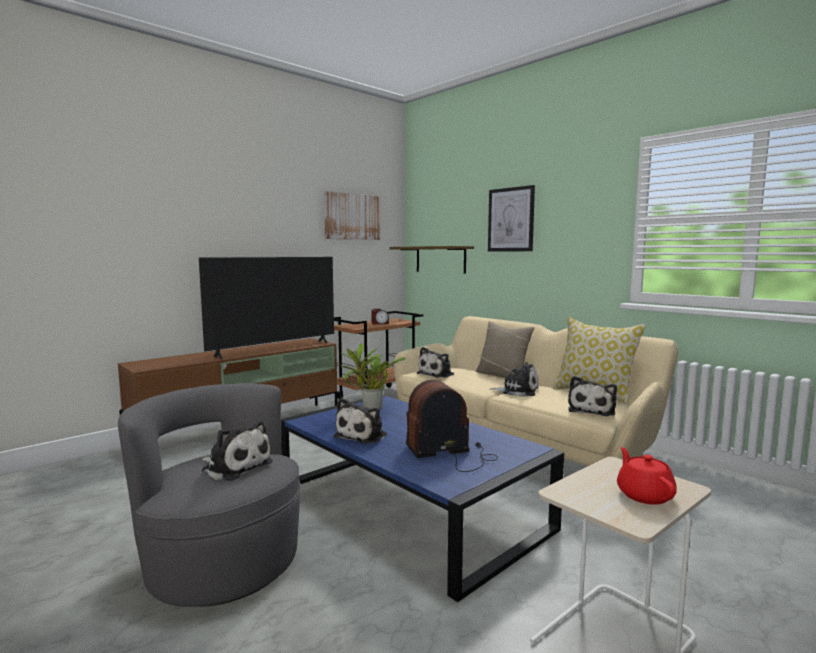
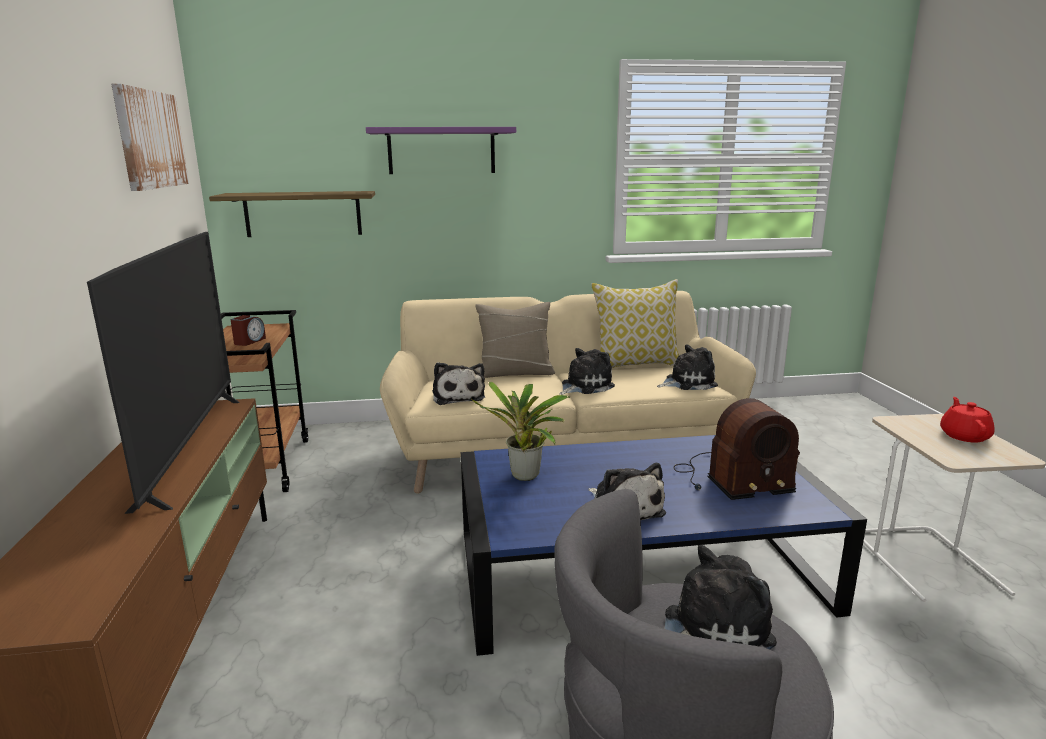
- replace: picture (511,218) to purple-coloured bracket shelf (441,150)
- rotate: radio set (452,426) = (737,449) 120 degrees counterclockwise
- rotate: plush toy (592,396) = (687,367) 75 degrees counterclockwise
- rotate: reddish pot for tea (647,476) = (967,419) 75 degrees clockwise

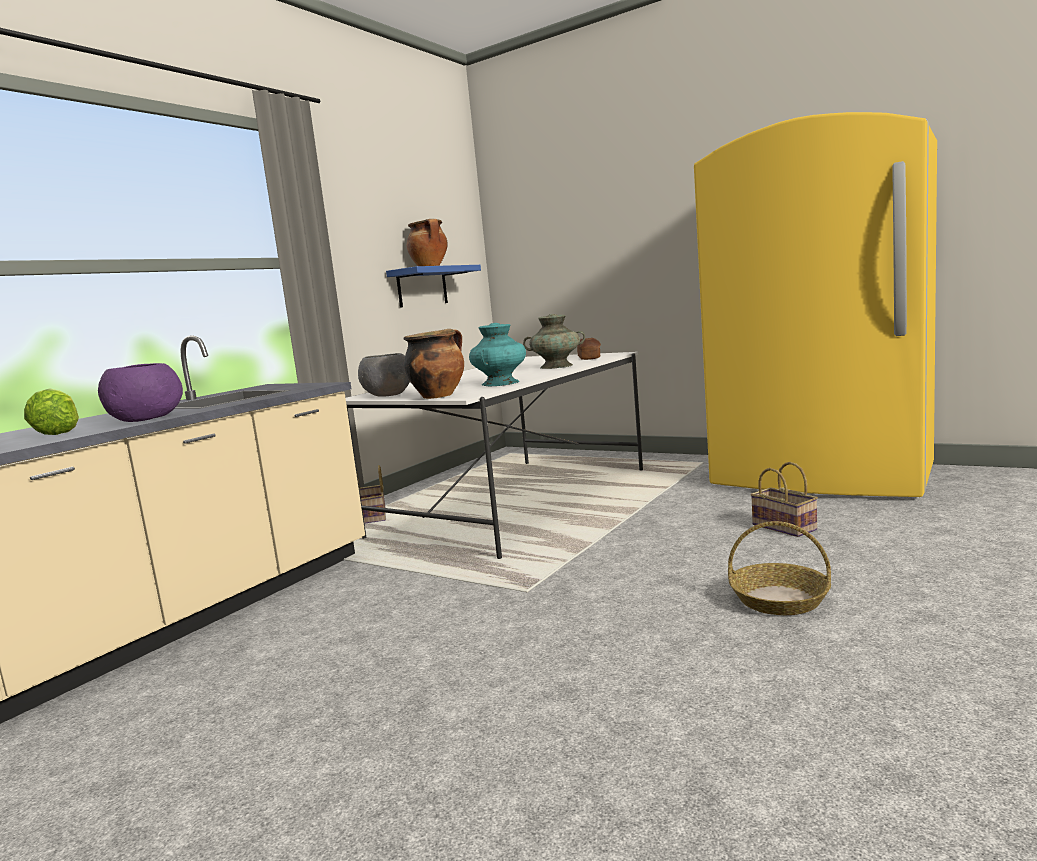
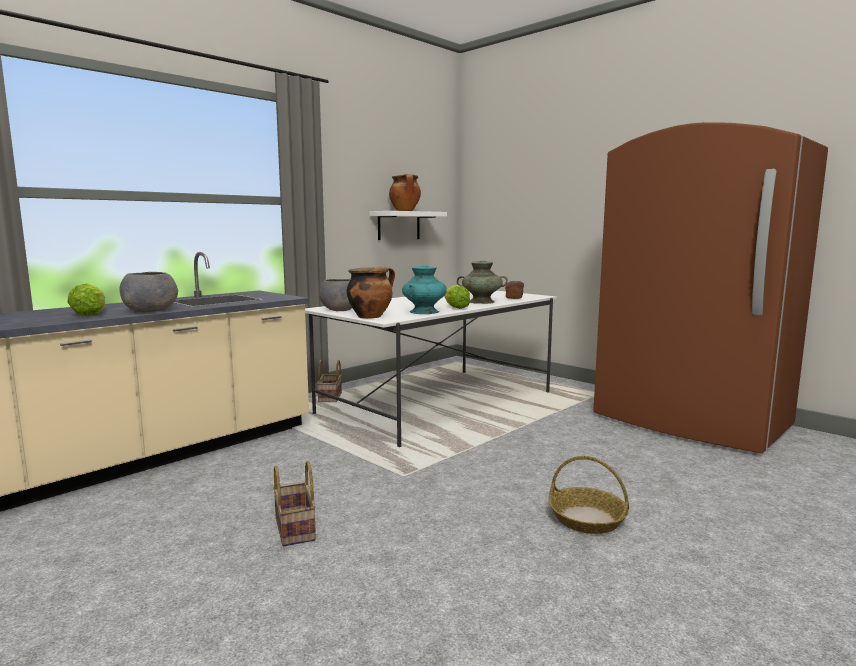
- insert: lettuce head (457,297)
- move: household basket (784,499) to (294,503)
- recolor: purple-coloured bowl (140,392) to greyish bowl (148,292)
- recolor: blue bracket shelf (433,286) to whitish bracket shelf (408,225)
- recolor: yellow kitchen fridge (815,304) to brownish kitchen fridge (710,287)

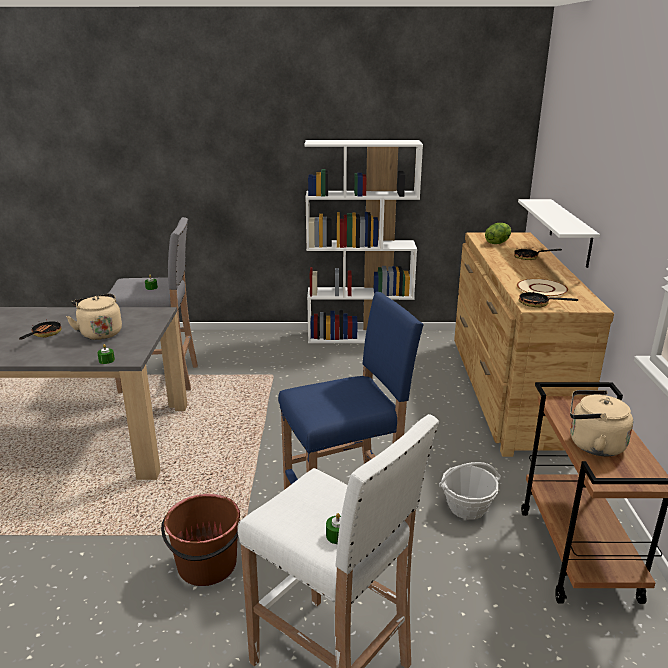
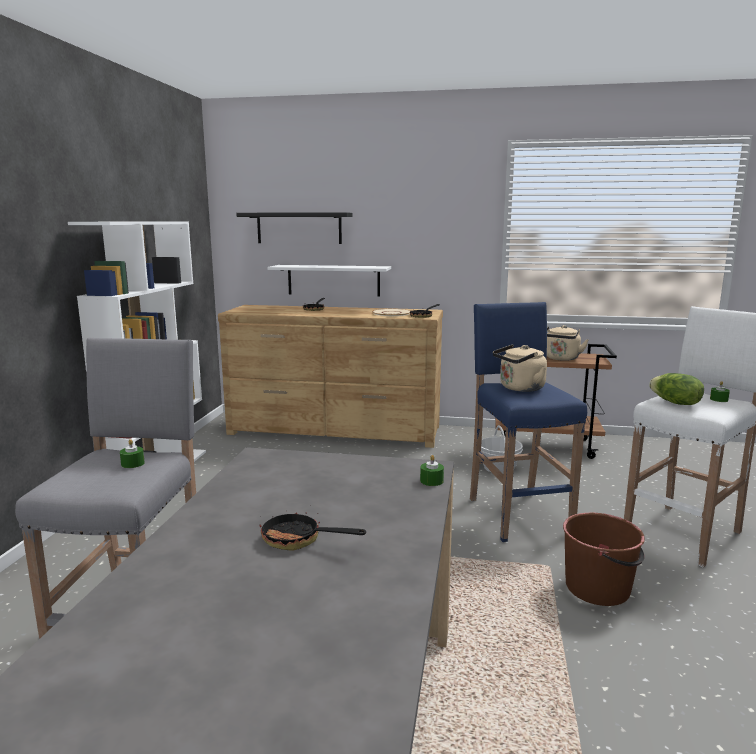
- insert: black-coloured bracket shelf (294,228)
- move: sand-coloured tea kettle (94,316) to (520,368)
- move: lettuce head (498,233) to (676,389)

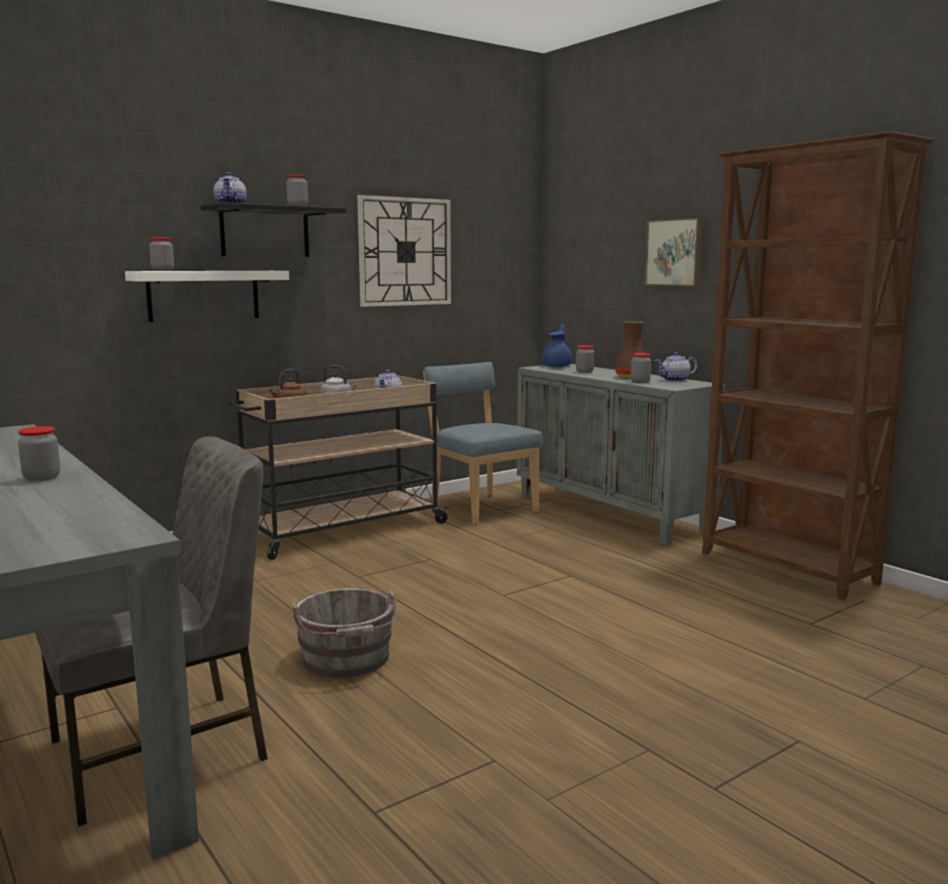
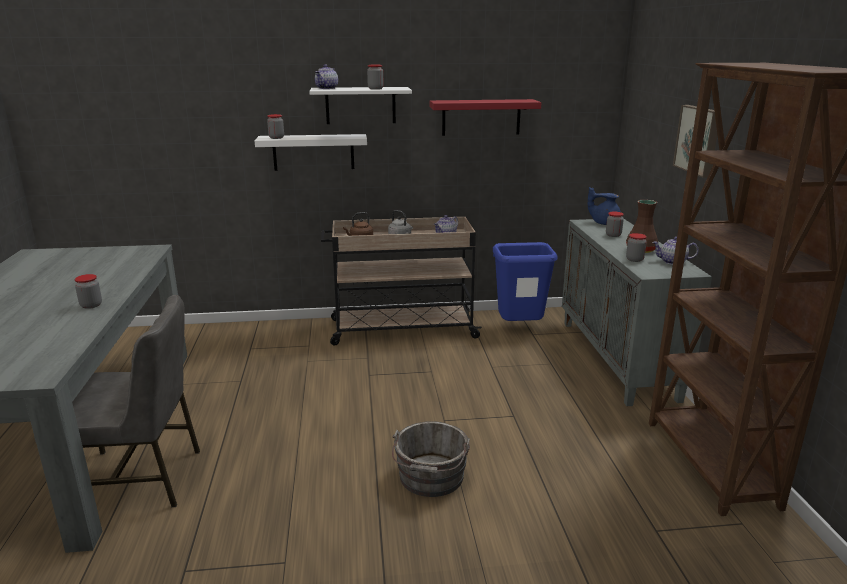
- move: greyish pail (344,633) to (431,459)
- replace: wall clock (404,251) to reddish bracket shelf (486,117)
- replace: blue plain chair (483,443) to blue trash can (525,281)
- recolor: black-coloured bracket shelf (273,230) to whitish bracket shelf (360,105)
- rotate: blue pot for tea (557,345) = (604,206) 120 degrees counterclockwise

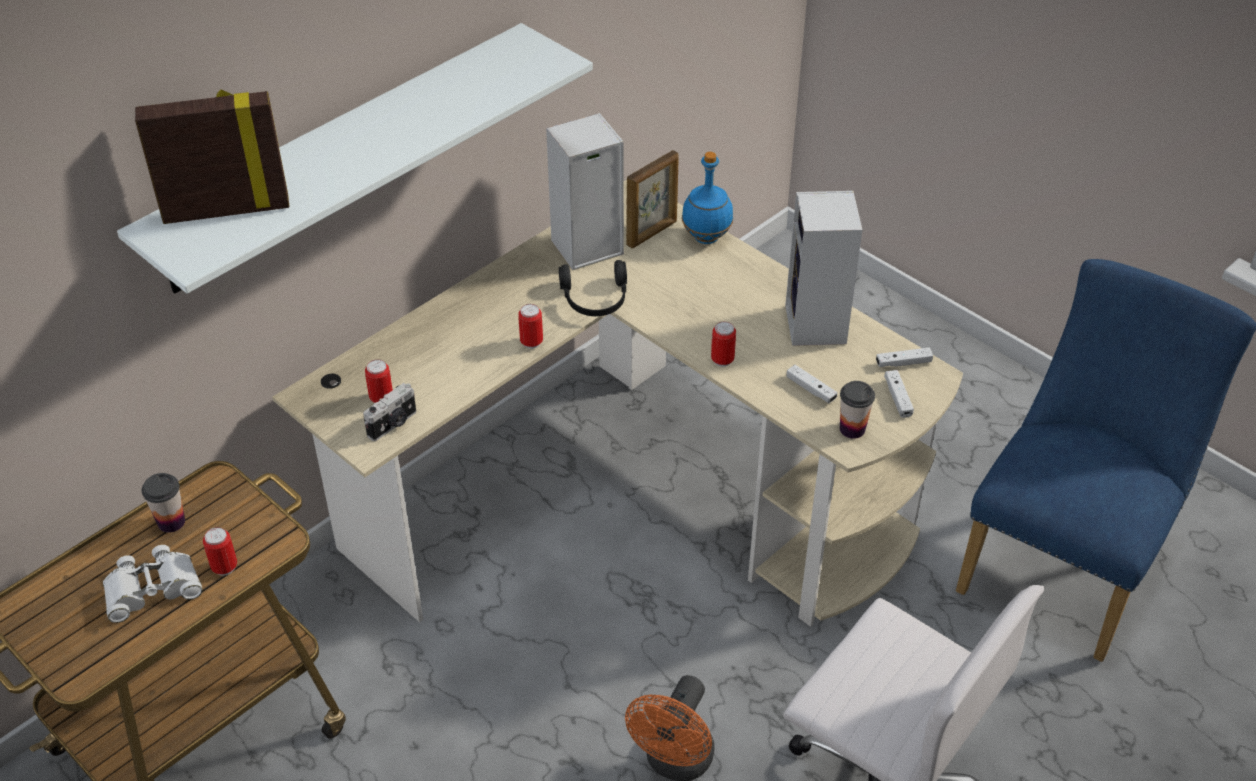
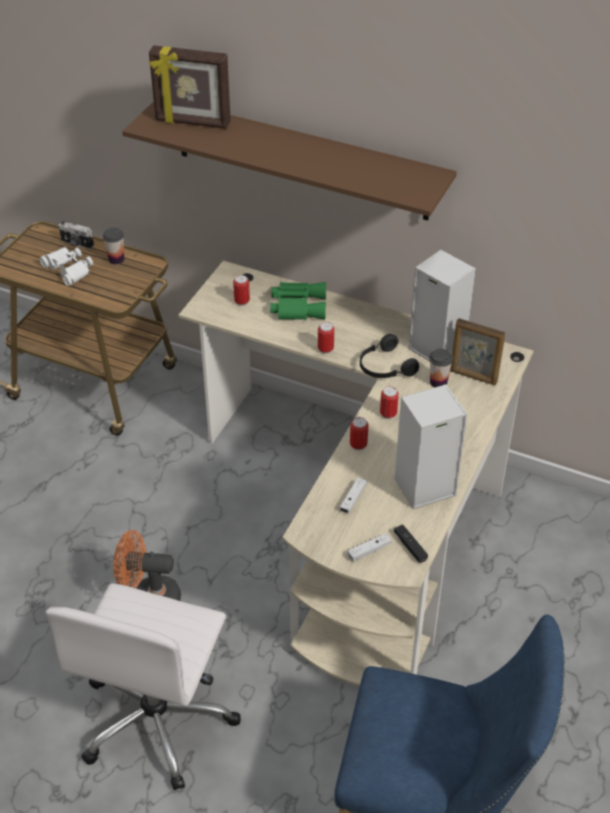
- delete: blue drink bottle (707,198)
- insert: greenish binoculars (298,301)
- move: sealed can (220,551) to (389,402)
- move: photo camera (389,412) to (76,235)
- move: small cup (857,410) to (441,368)
- recolor: whitish bracket shelf (355,158) to brownish bracket shelf (289,161)
- recolor: whitish gamepad (904,357) to black-coloured gamepad (411,544)
- rotate: standing frame (212,157) = (190,87) 135 degrees clockwise

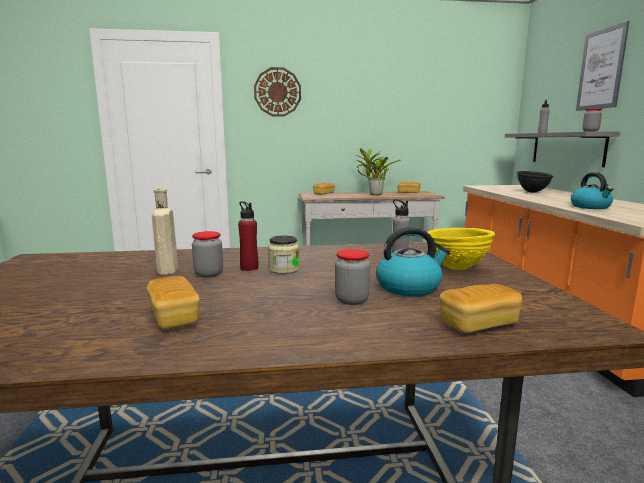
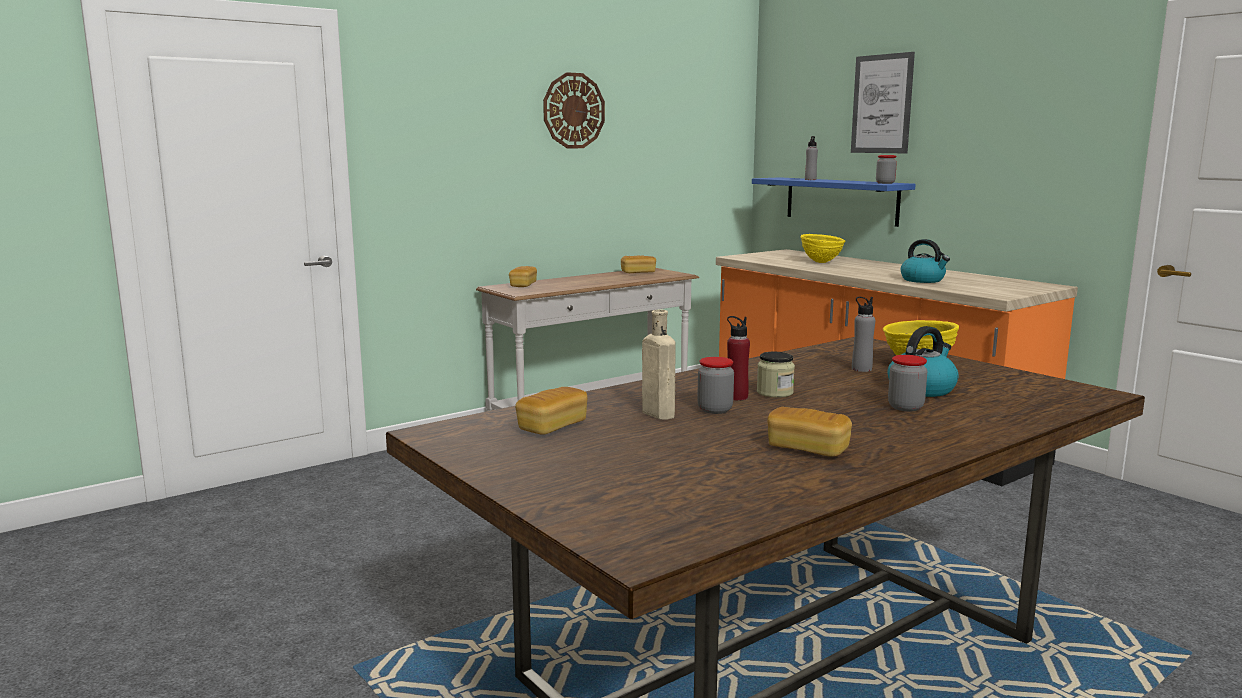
- delete: potted plant (378,171)
- move: wall clock (277,92) to (574,110)
- move: bakery bread (480,308) to (551,411)
- recolor: greyish bracket shelf (562,149) to blue bracket shelf (834,202)
- recolor: black-coloured bowl (535,182) to yellow bowl (823,248)

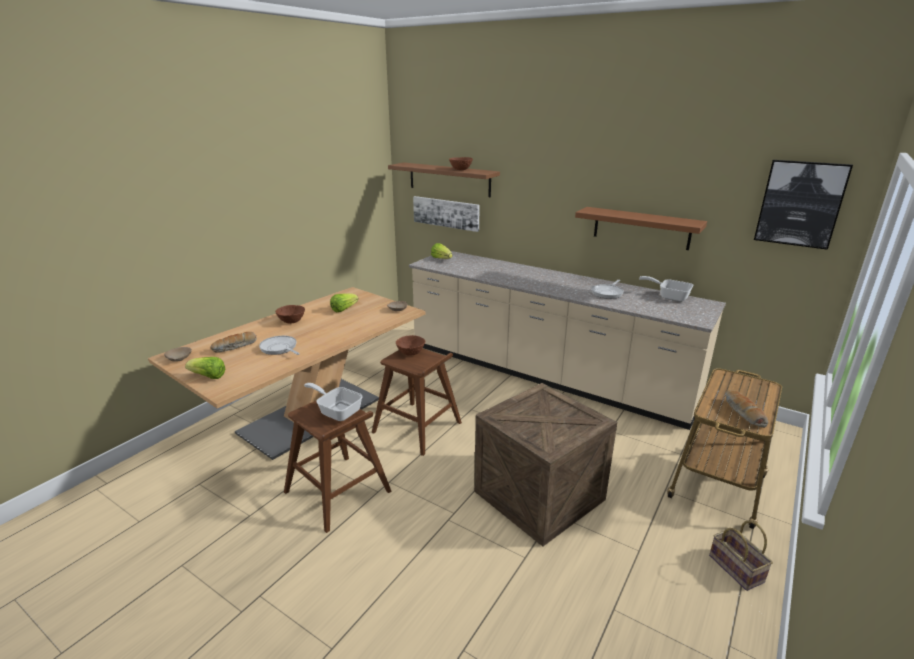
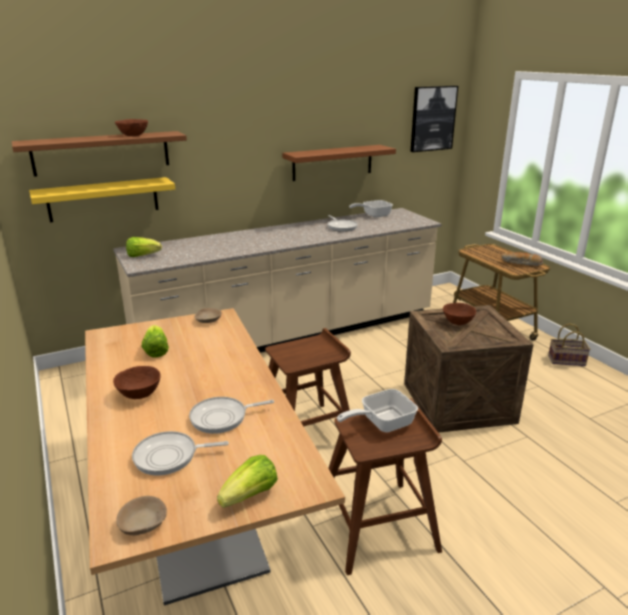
- move: brownish bowl (410,345) to (459,314)
- replace: bakery bread (233,342) to skillet (180,453)
- replace: picture (446,214) to yellow bracket shelf (102,199)

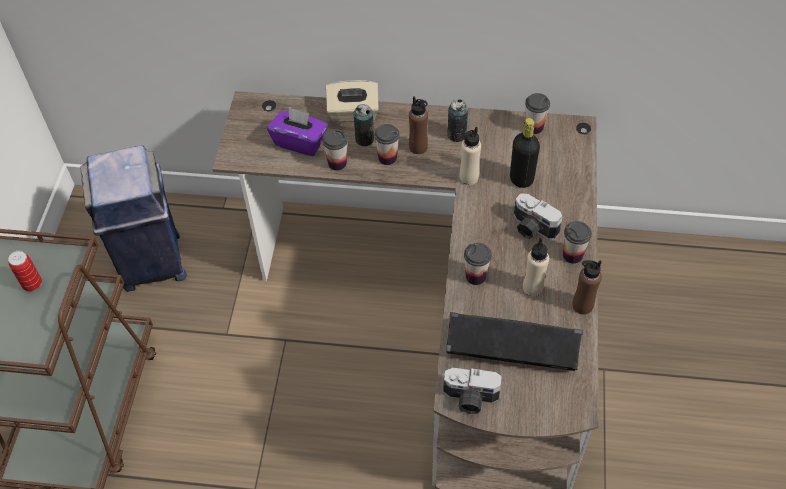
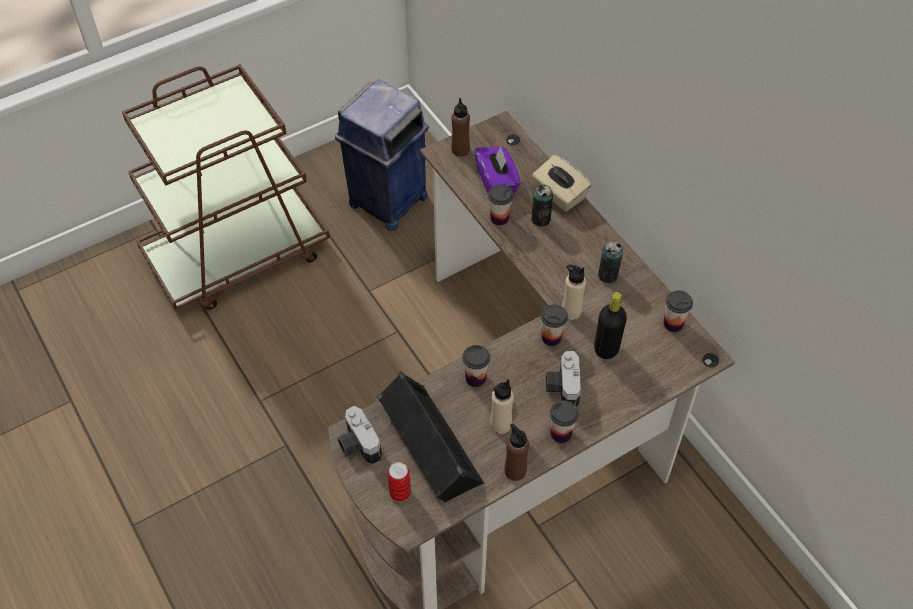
- move: sealed can (25,271) to (399,482)
- move: small cup (386,144) to (554,325)
- move: brownish drink bottle (418,125) to (460,127)

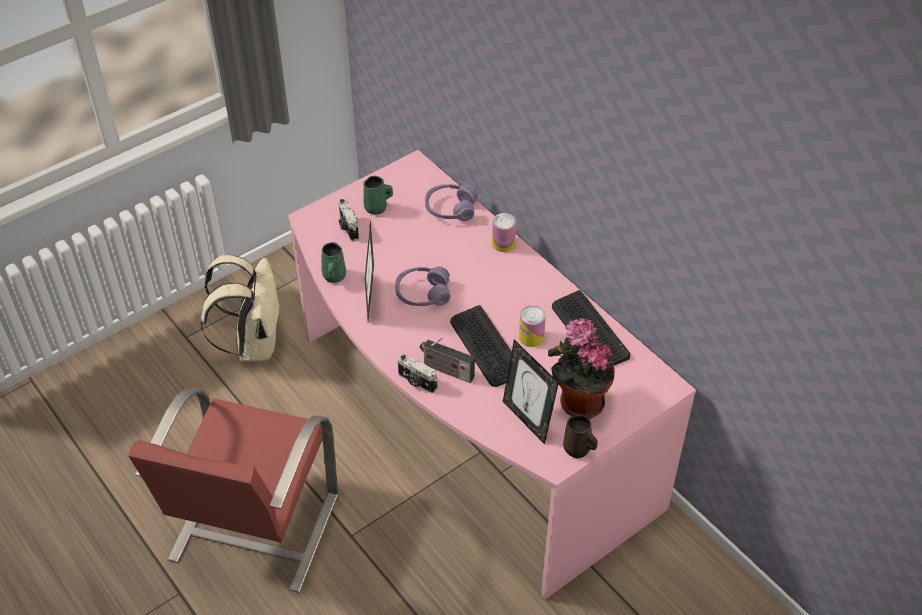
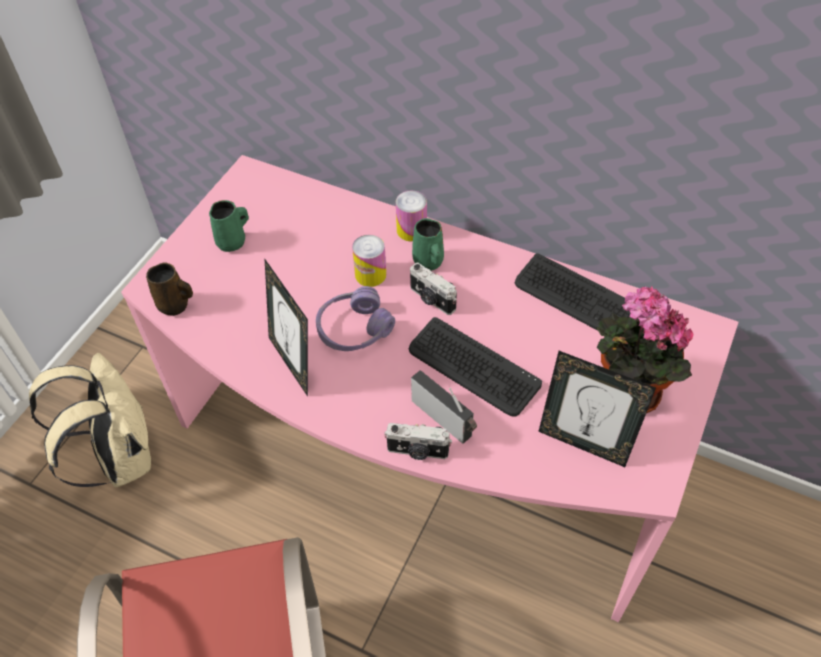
- delete: purple-coloured headset (451,202)
- move: greenish mug (333,262) to (428,244)
- move: photo camera (348,220) to (433,289)
- move: sealed can (532,326) to (369,260)
- move: brownish mug (580,436) to (169,289)
- rotate: radio set (447,360) = (444,407) 135 degrees counterclockwise

